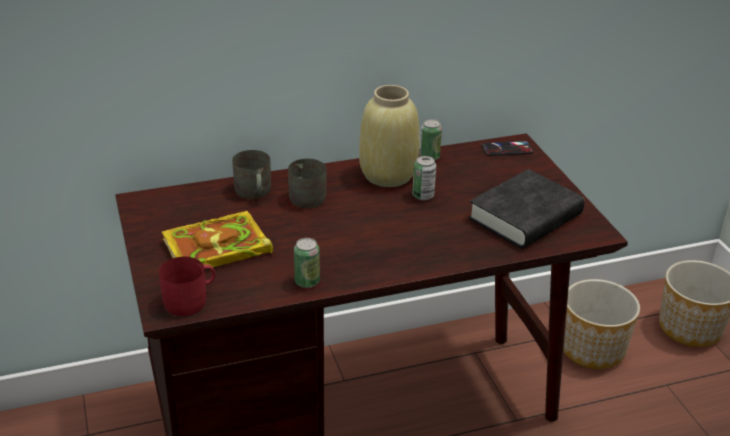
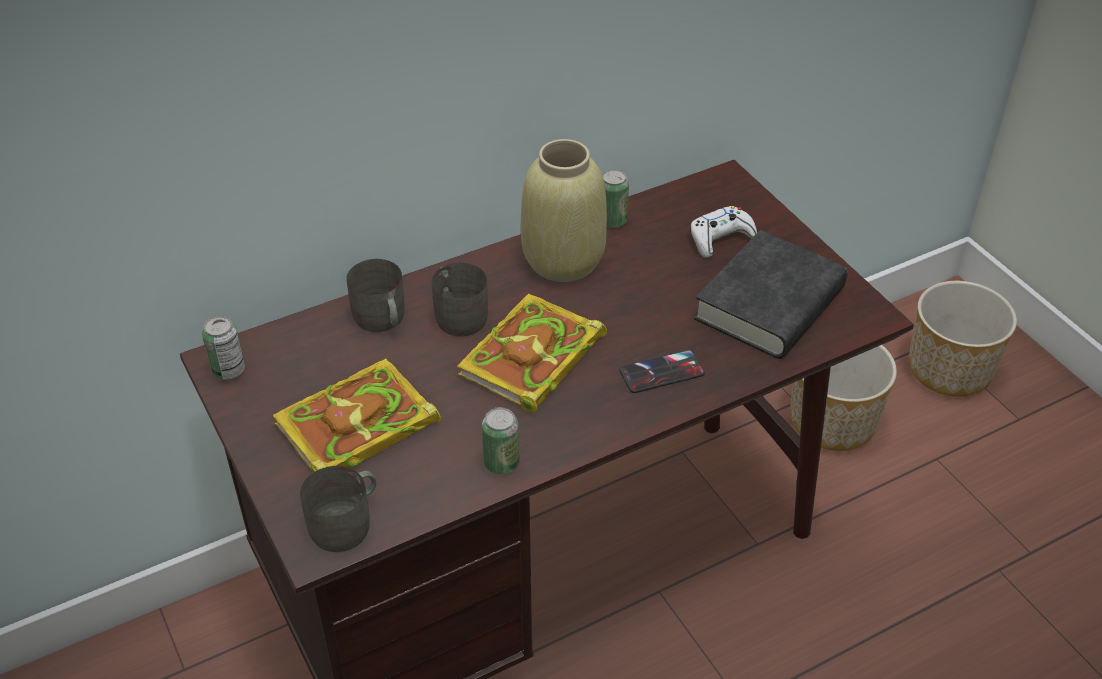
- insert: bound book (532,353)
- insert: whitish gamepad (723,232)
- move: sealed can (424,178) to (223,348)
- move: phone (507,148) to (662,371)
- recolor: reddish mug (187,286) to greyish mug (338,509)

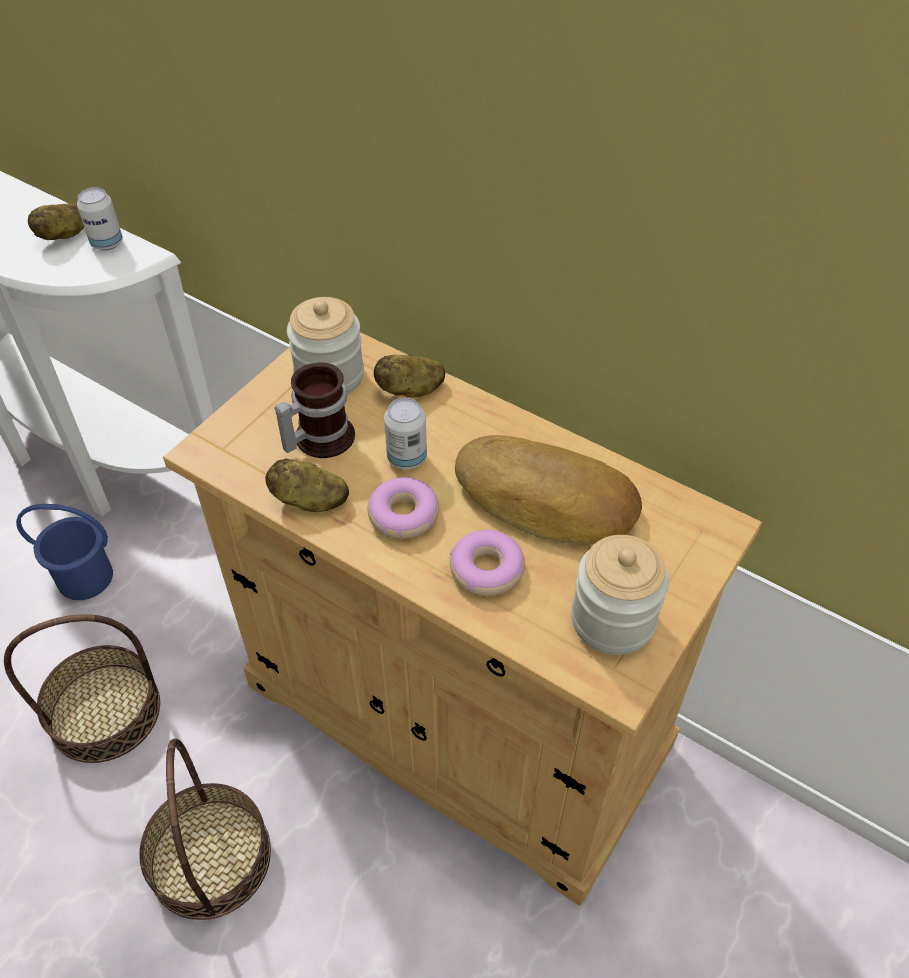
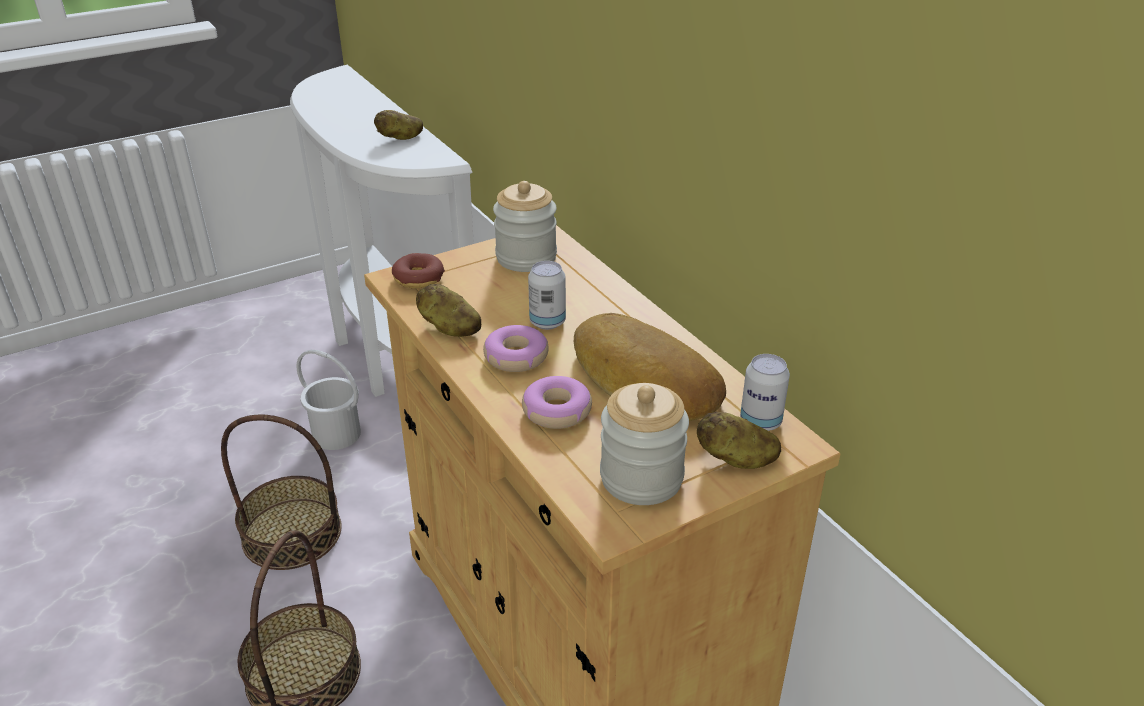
- delete: mug (314,410)
- insert: ring doughnut (418,271)
- move: sealed can (100,219) to (765,392)
- move: whole potato (409,376) to (739,440)
- recolor: blue pail (64,552) to whitish pail (328,400)

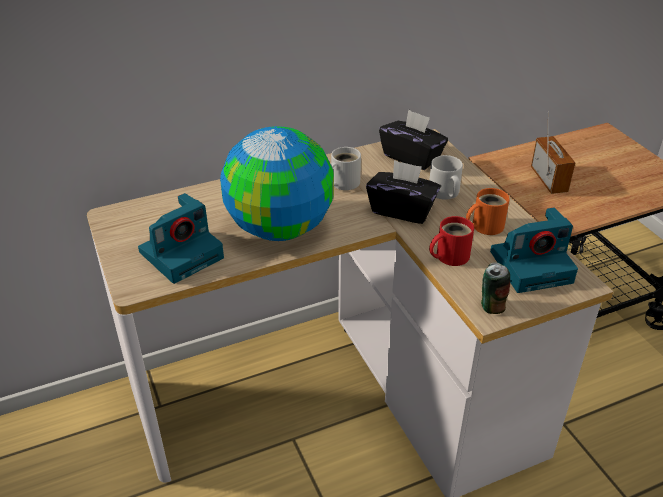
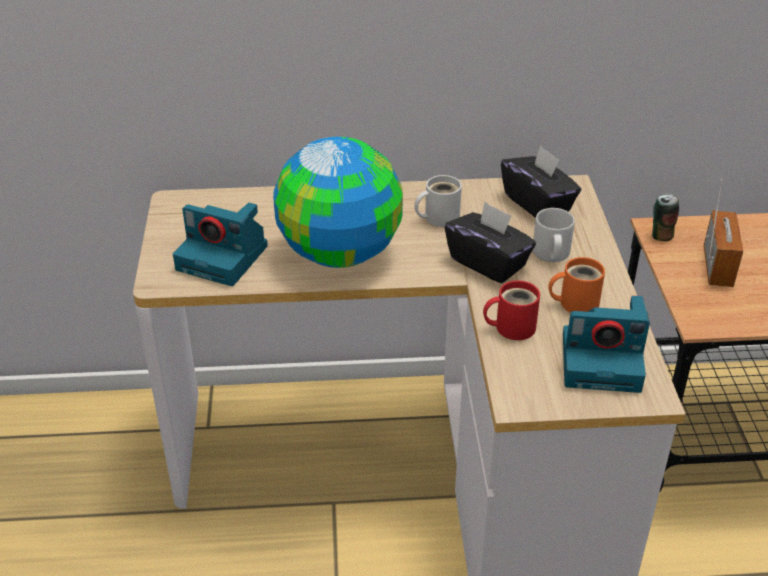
- move: sealed can (495,288) to (665,217)
- rotate: photo camera (181,238) = (220,244) 45 degrees clockwise

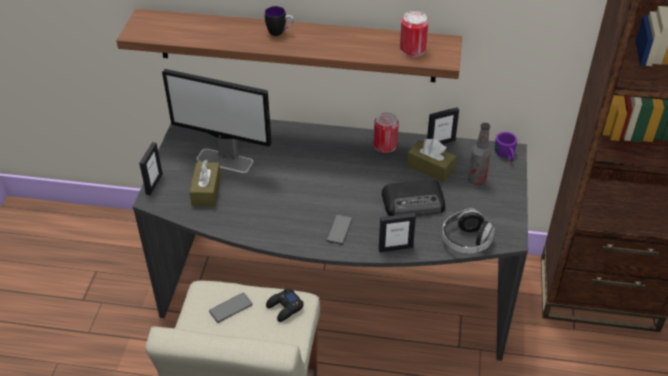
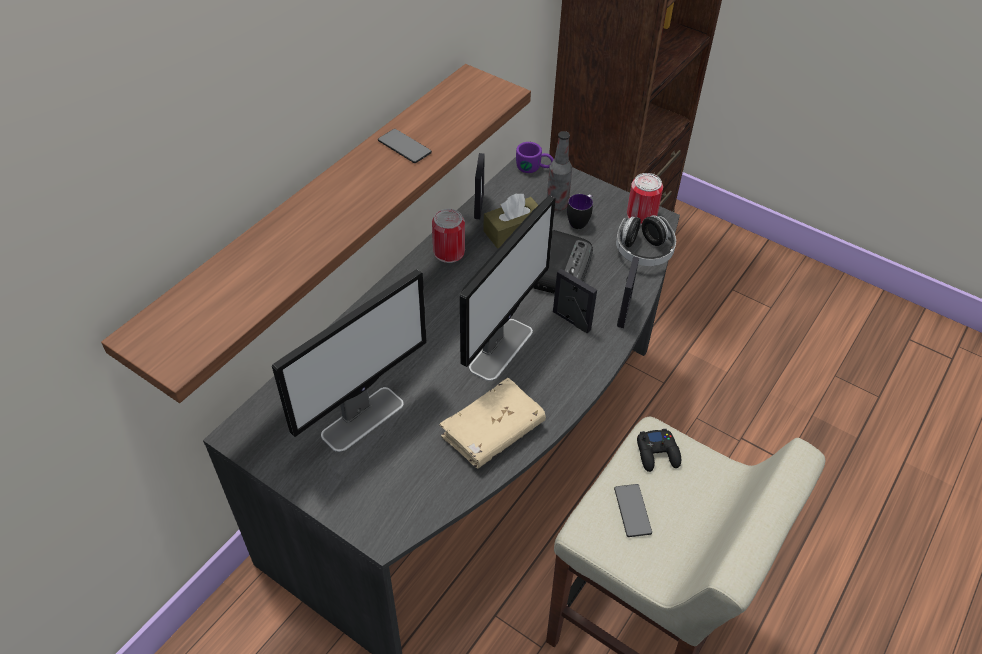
- delete: brownish tissue box (205,183)
- insert: sand-coloured bound book (492,423)
- insert: computer screen (508,288)
- move: standing frame (151,168) to (575,301)
- move: mug (279,21) to (580,211)
- move: phone (339,229) to (405,146)
- move: sealed can (414,34) to (645,199)

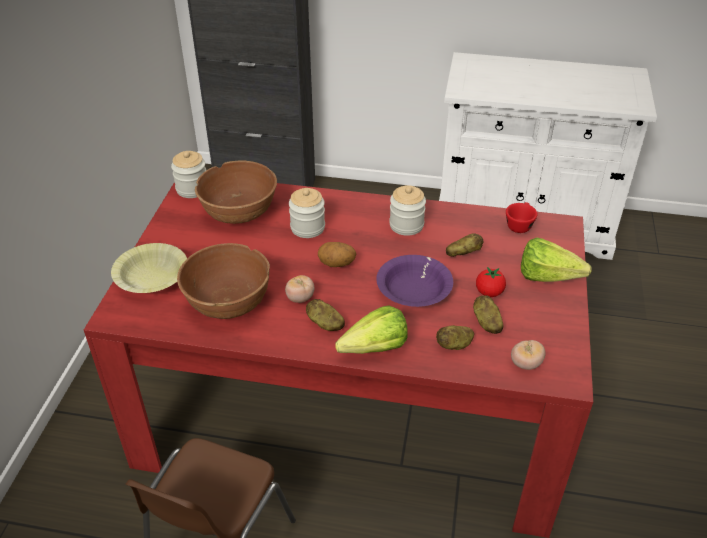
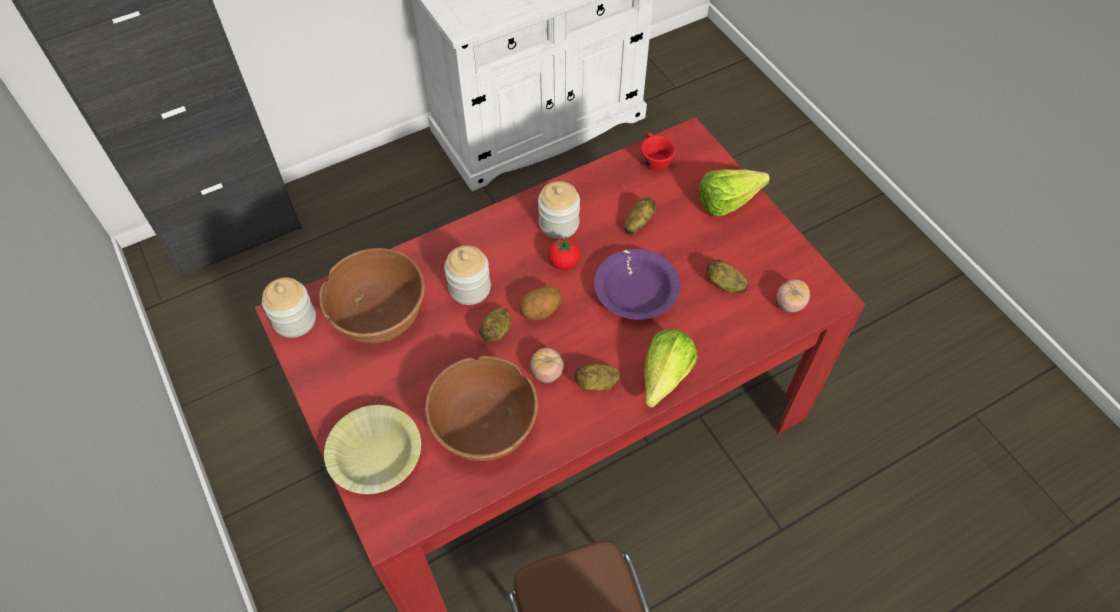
- move: whole potato (455,337) to (495,325)
- move: tomato (491,282) to (564,253)

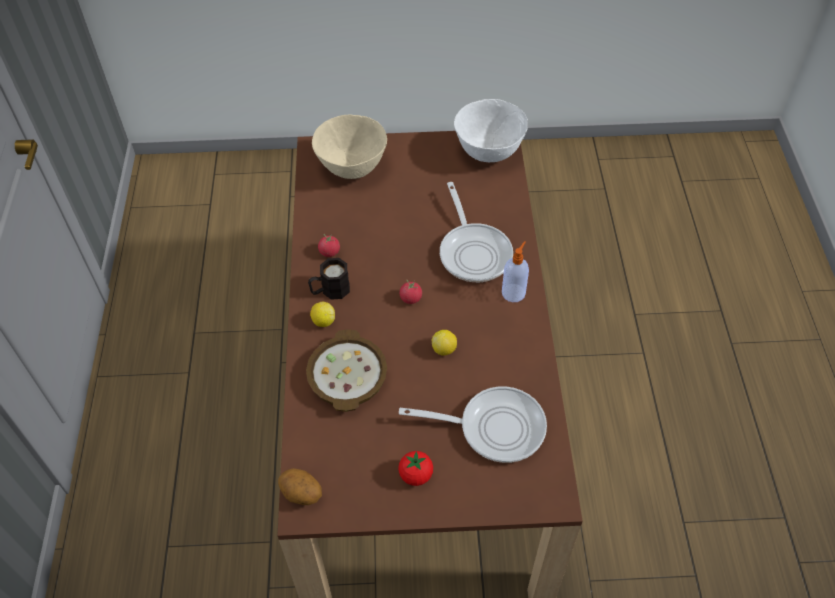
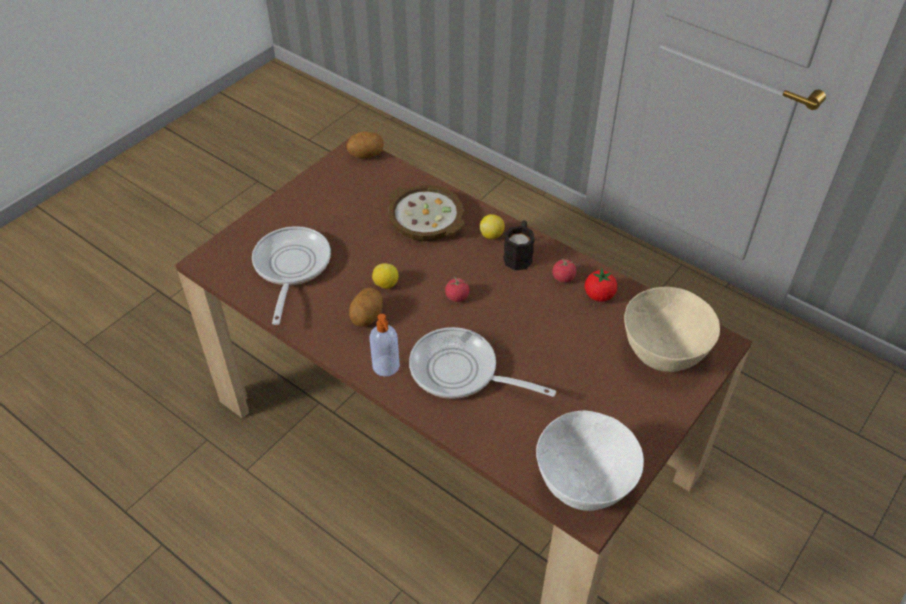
- insert: whole potato (366,307)
- move: tomato (415,468) to (601,285)
- rotate: skillet (473,424) = (291,275) 135 degrees clockwise

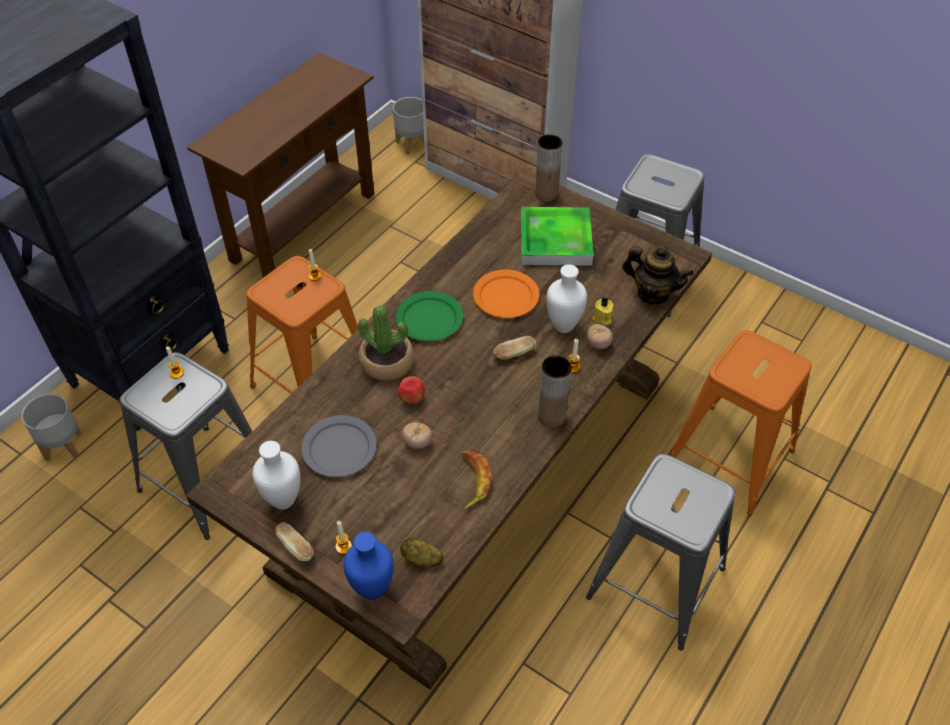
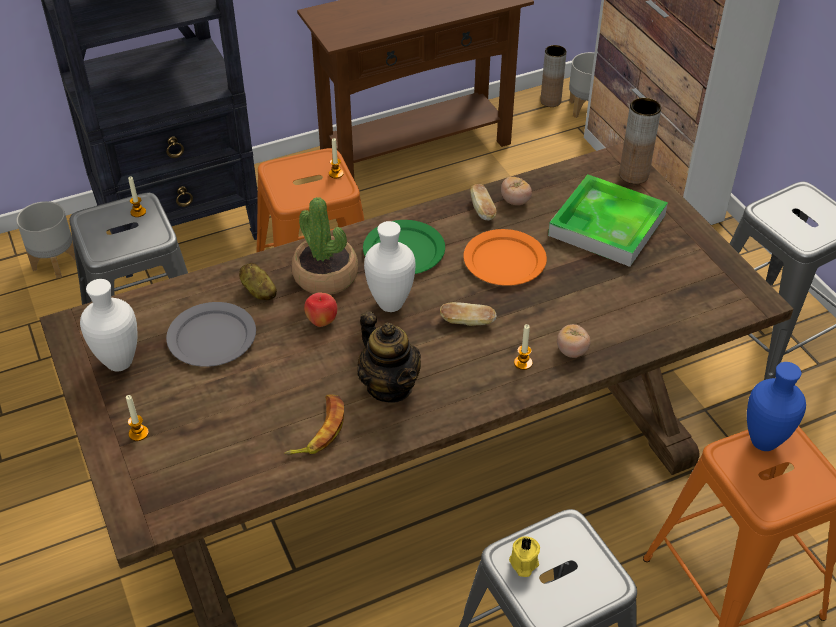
- move: bakery bread (294,542) to (483,202)
- move: blue flower vase (368,566) to (776,406)
- move: whole potato (421,553) to (258,281)
- move: tomato (417,435) to (516,191)
- move: brownish flower vase (555,391) to (553,76)
- move: whitish flower vase (567,298) to (390,266)
- move: yellow wax candle (603,311) to (524,556)
- move: pot for tea (658,275) to (389,357)

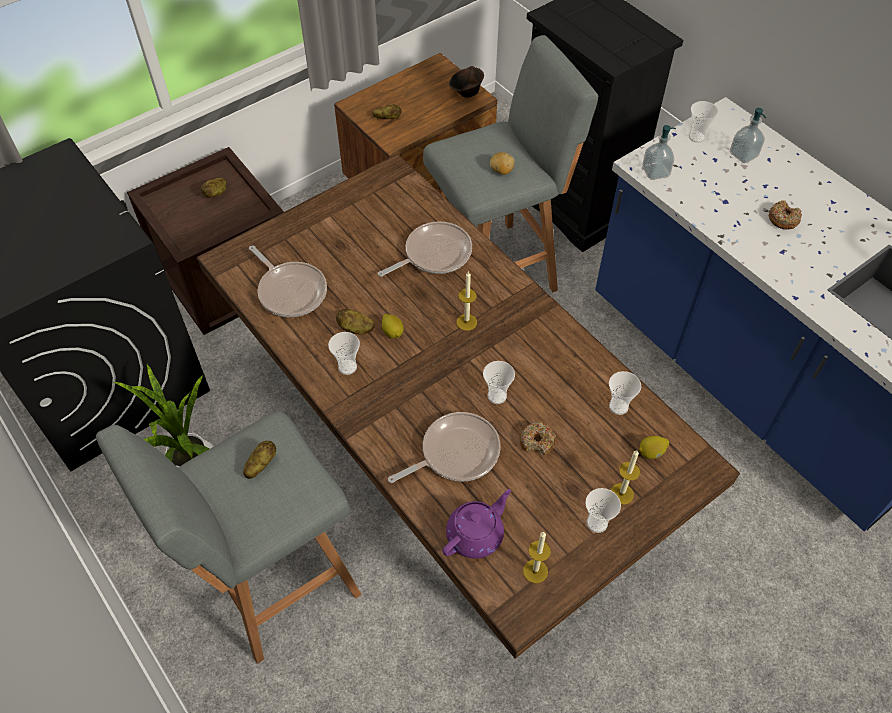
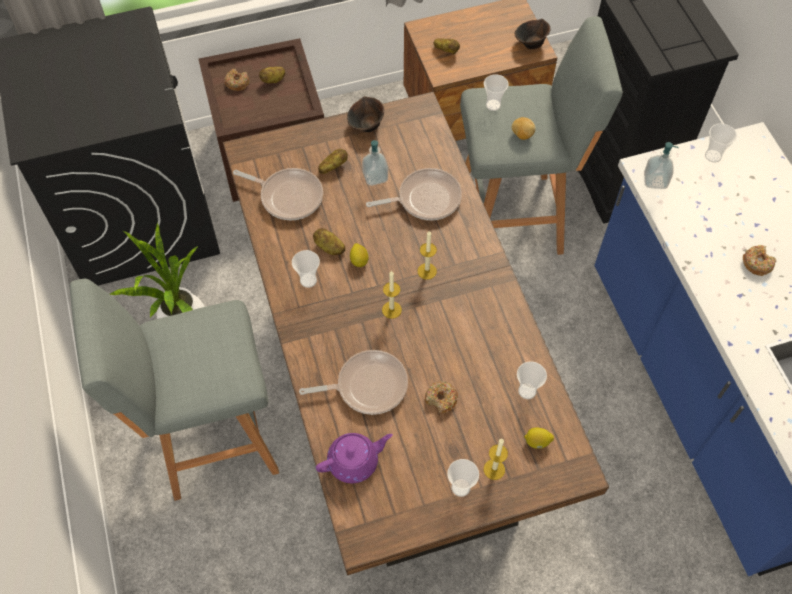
- insert: ring doughnut (236,80)
- insert: brownish bowl (365,114)
- move: whole potato (259,460) to (333,161)
- move: small cup (499,382) to (496,92)
- move: wax candle (537,557) to (392,295)
- move: liquid soap bottle (748,135) to (375,163)
- rotate: skillet (288,281) = (278,194) 45 degrees counterclockwise

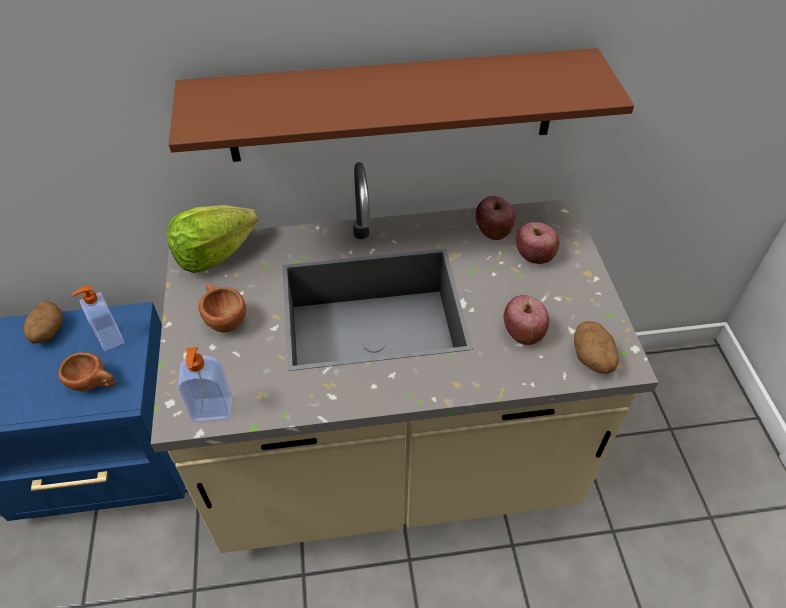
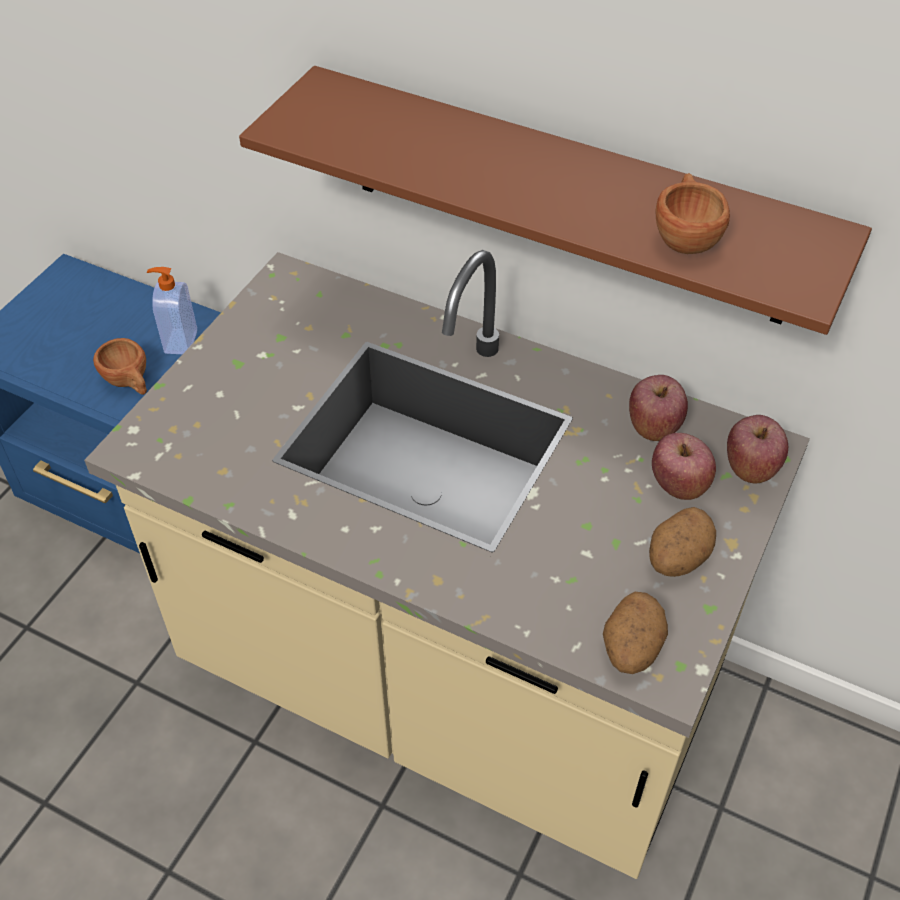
- delete: lettuce head (212,239)
- delete: liquid soap bottle (205,384)
- move: whole potato (43,322) to (682,542)
- move: brownish small cup (222,307) to (692,213)
- move: apple fruit (526,320) to (757,449)

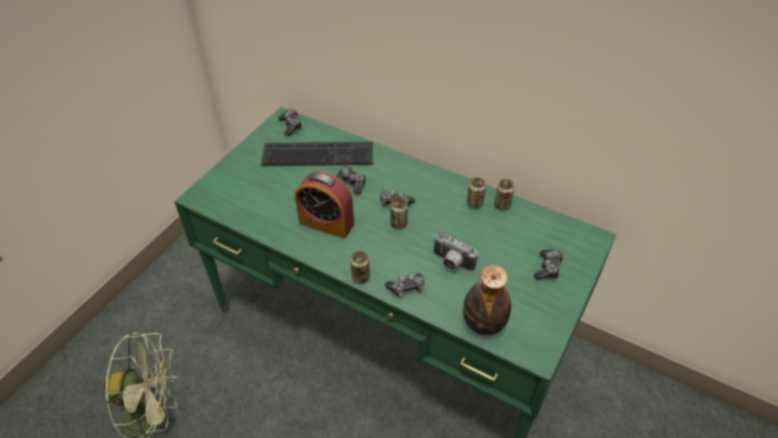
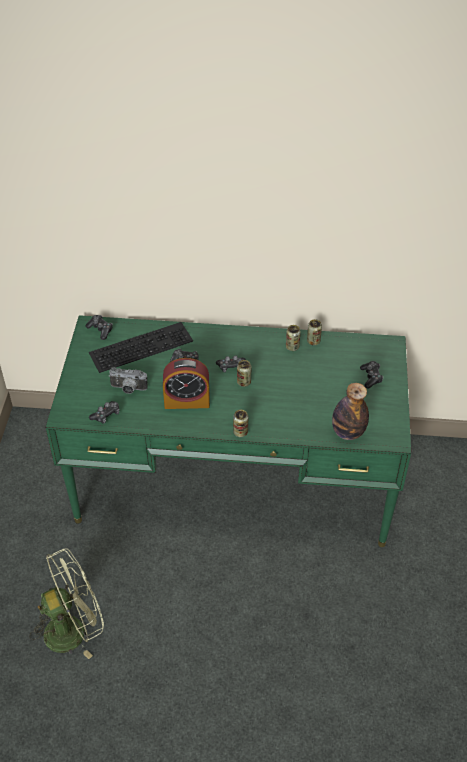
- move: gamepad (404,285) to (104,412)
- move: photo camera (455,251) to (128,380)

